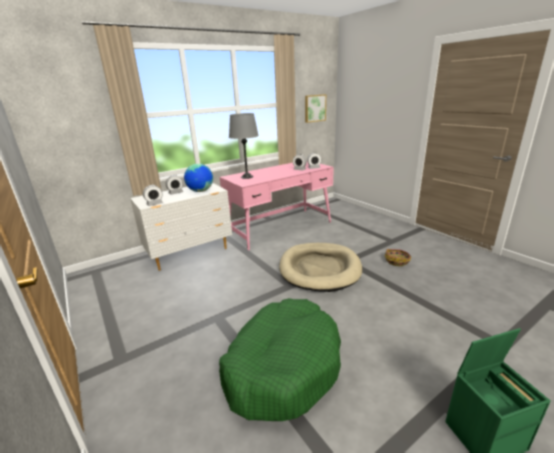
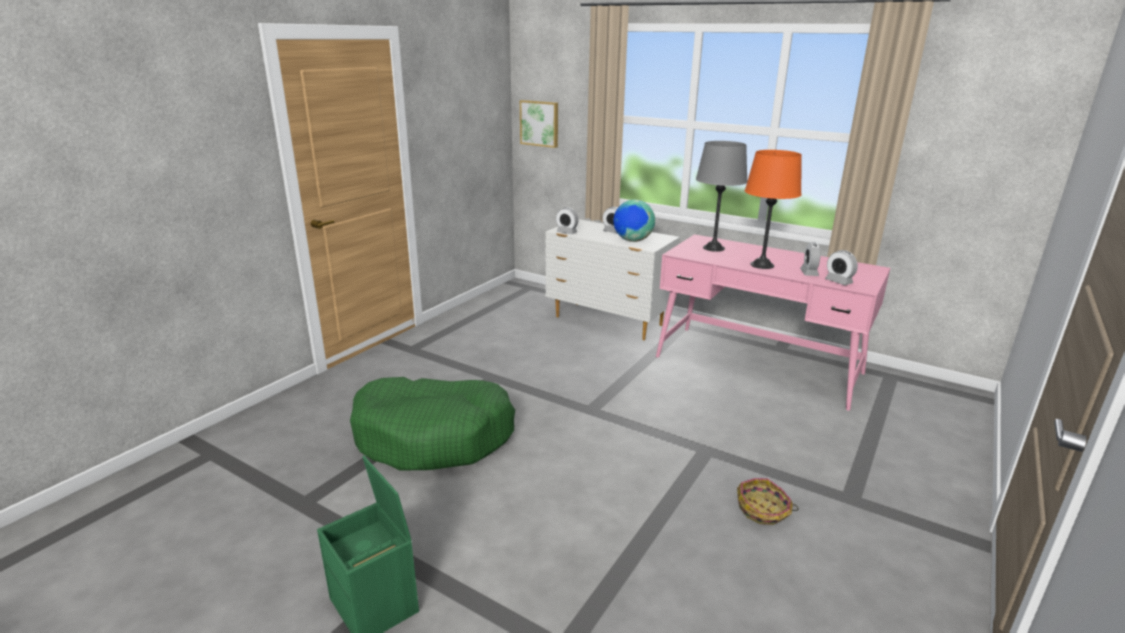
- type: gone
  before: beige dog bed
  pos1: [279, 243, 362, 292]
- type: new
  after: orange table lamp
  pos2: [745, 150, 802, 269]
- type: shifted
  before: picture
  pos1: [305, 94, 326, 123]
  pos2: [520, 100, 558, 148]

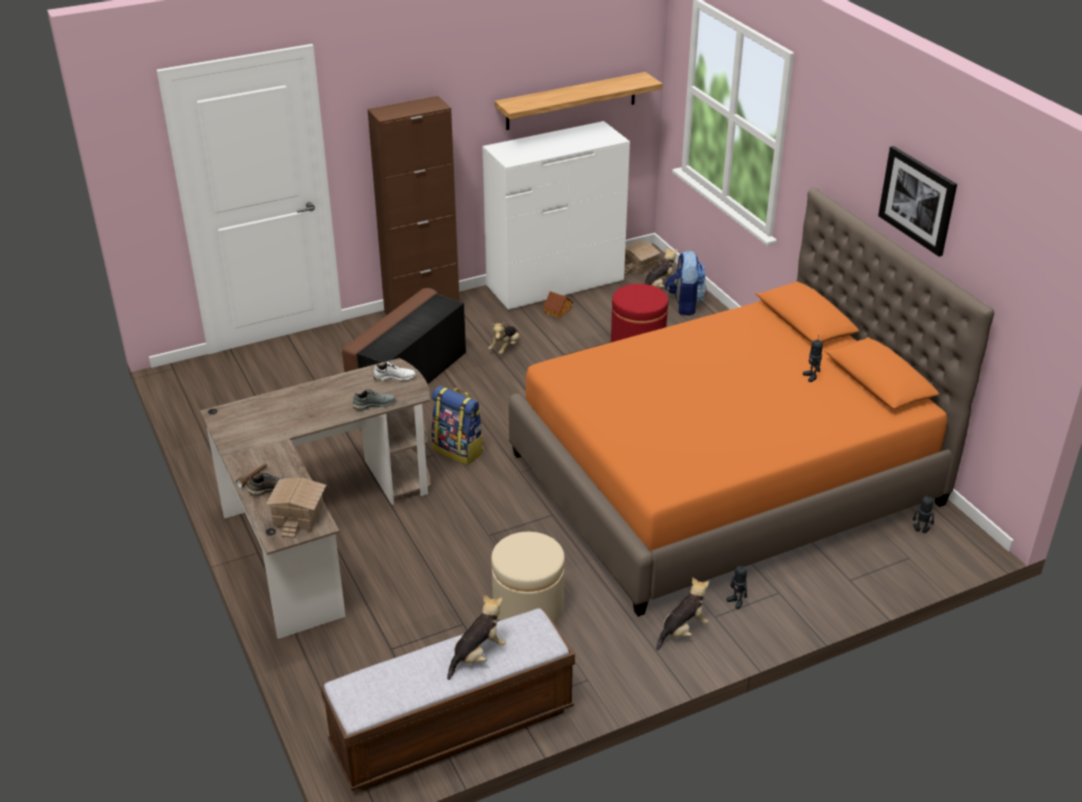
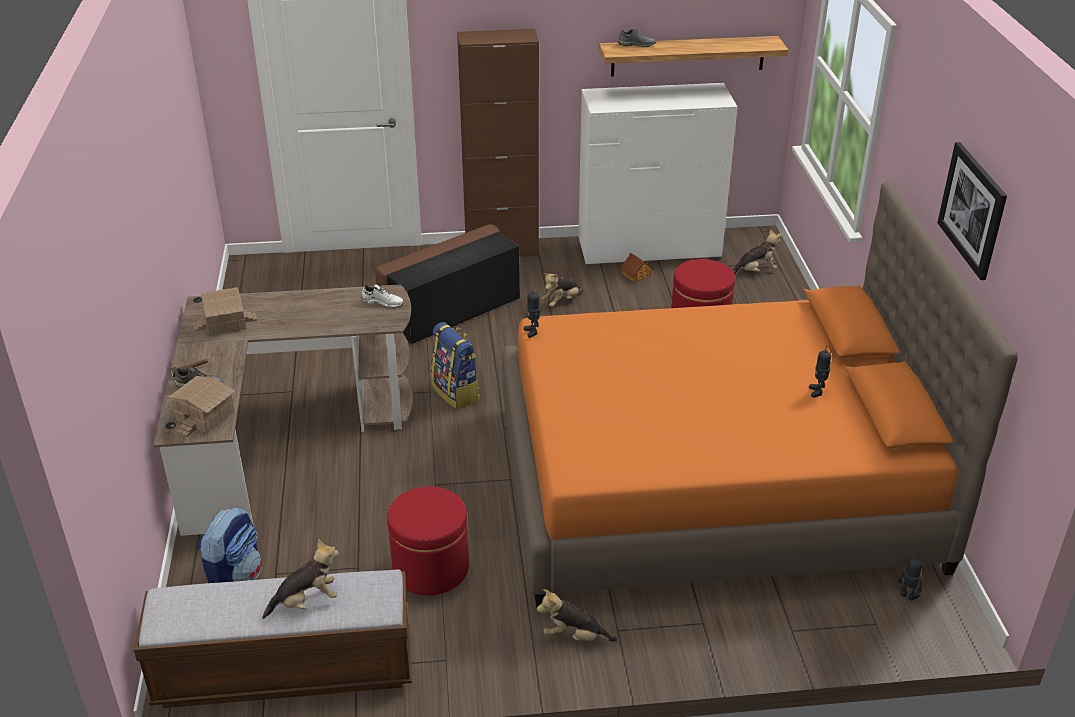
- type: shifted
  before: grey shoe
  pos1: [352, 389, 396, 410]
  pos2: [618, 28, 656, 47]
- type: shifted
  before: toy house
  pos1: [624, 241, 660, 275]
  pos2: [193, 287, 257, 335]
- type: shifted
  before: backpack
  pos1: [665, 251, 707, 316]
  pos2: [197, 507, 262, 583]
- type: shifted
  before: toy robot
  pos1: [726, 565, 747, 609]
  pos2: [524, 287, 540, 338]
- type: repainted
  before: beige ottoman
  after: red ottoman
  pos1: [491, 532, 565, 624]
  pos2: [387, 487, 469, 595]
- type: rotated
  before: plush toy
  pos1: [656, 577, 709, 650]
  pos2: [536, 589, 617, 642]
  turn: -150

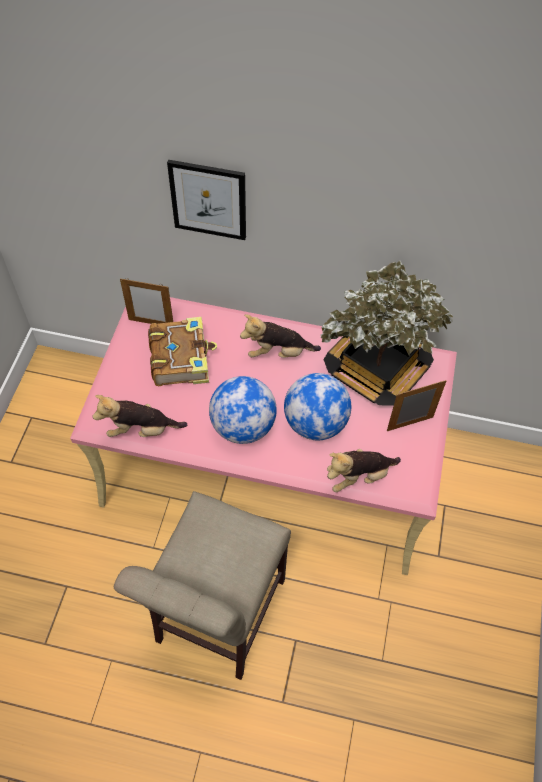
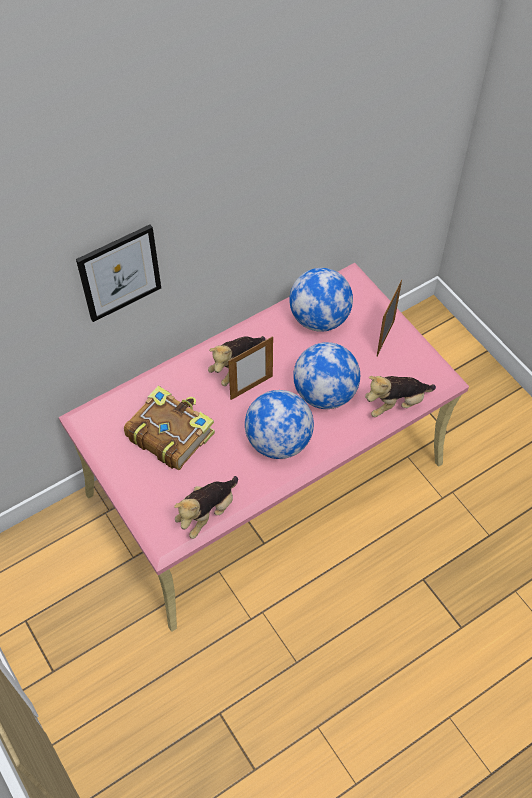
- type: gone
  before: beige chair
  pos1: [114, 491, 291, 680]
- type: shifted
  before: picture frame
  pos1: [120, 278, 173, 324]
  pos2: [228, 336, 273, 400]
- type: swapped
  before: potted plant
  after: globe
  pos1: [320, 261, 453, 406]
  pos2: [289, 268, 353, 332]
- type: rotated
  before: plush toy
  pos1: [327, 449, 401, 492]
  pos2: [365, 376, 436, 417]
  turn: 45

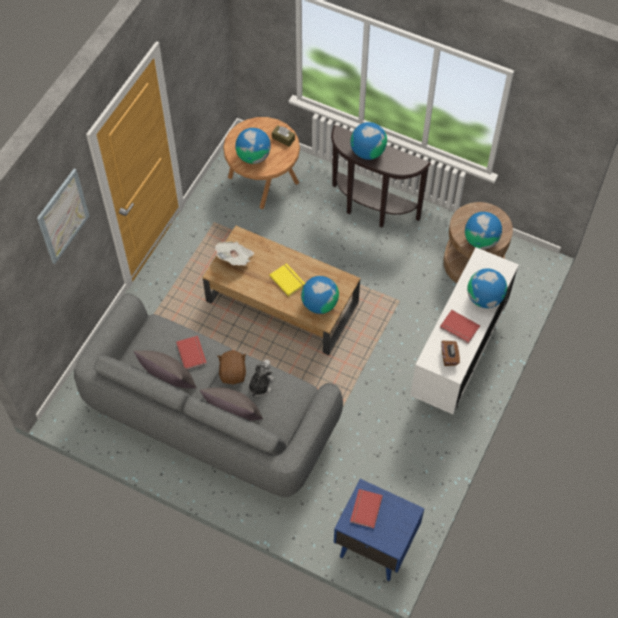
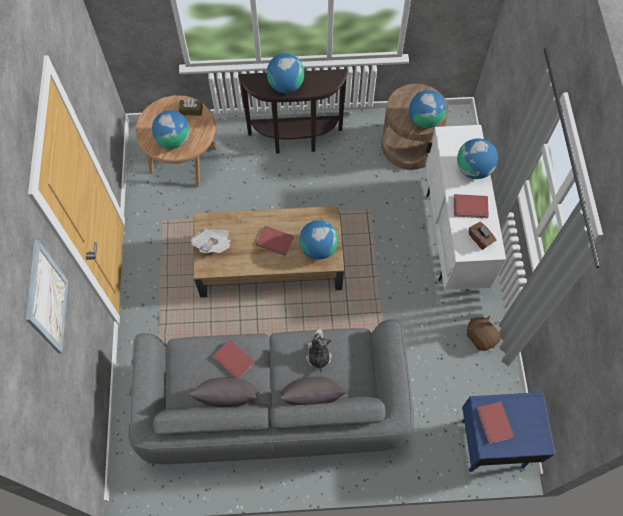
- type: shifted
  before: brown plush toy
  pos1: [217, 350, 246, 385]
  pos2: [466, 316, 501, 351]
- type: repainted
  before: yellow book
  after: red book
  pos1: [269, 263, 305, 297]
  pos2: [256, 226, 294, 256]

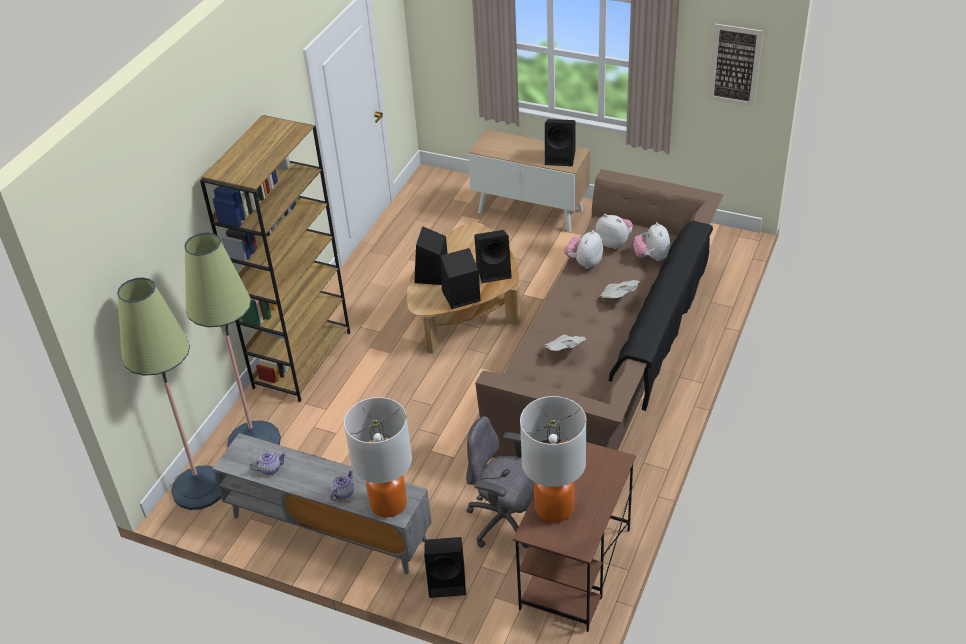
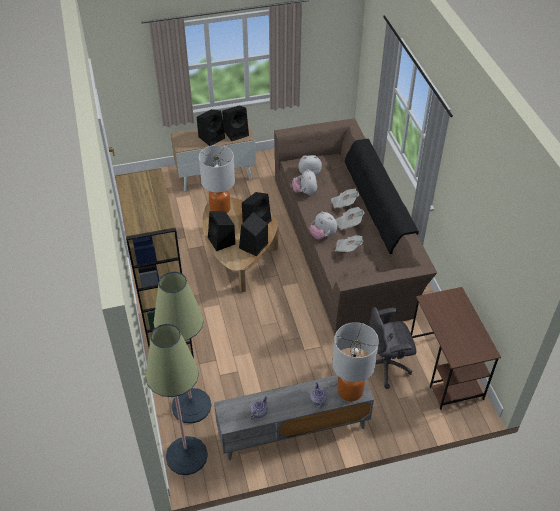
- type: gone
  before: picture
  pos1: [708, 24, 763, 107]
- type: new
  after: newspaper
  pos2: [335, 207, 365, 230]
- type: shifted
  before: black speaker
  pos1: [424, 537, 466, 598]
  pos2: [197, 109, 225, 146]
- type: shifted
  before: table lamp
  pos1: [520, 396, 587, 523]
  pos2: [199, 145, 235, 213]
- type: shifted
  before: plush toy
  pos1: [633, 222, 671, 261]
  pos2: [309, 212, 337, 239]

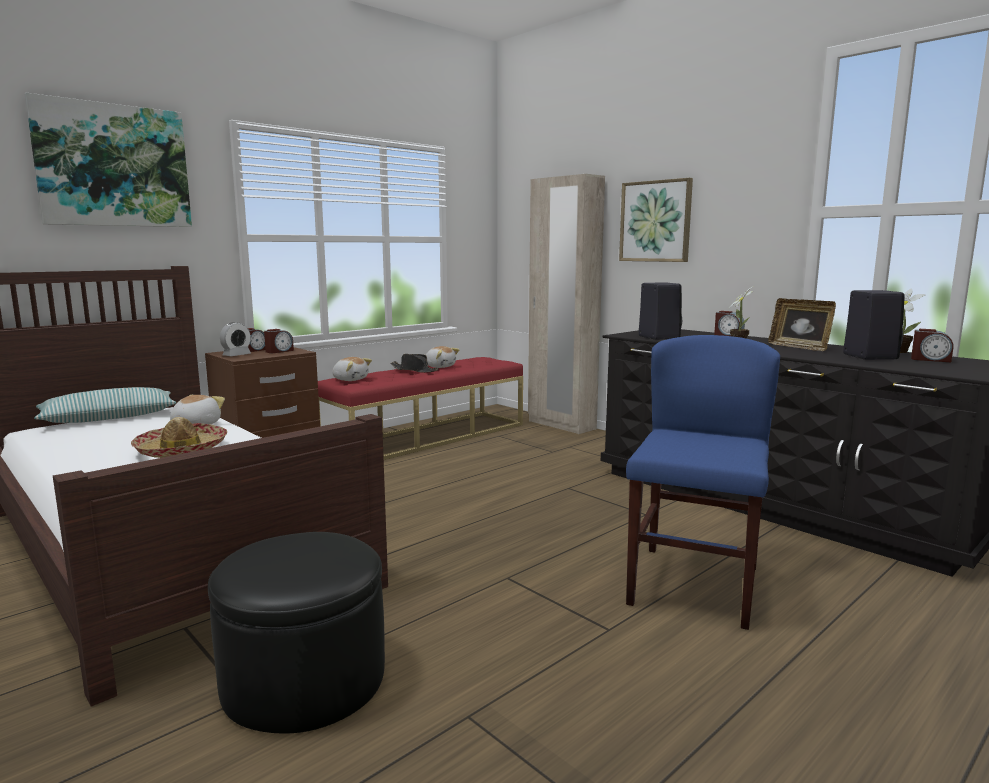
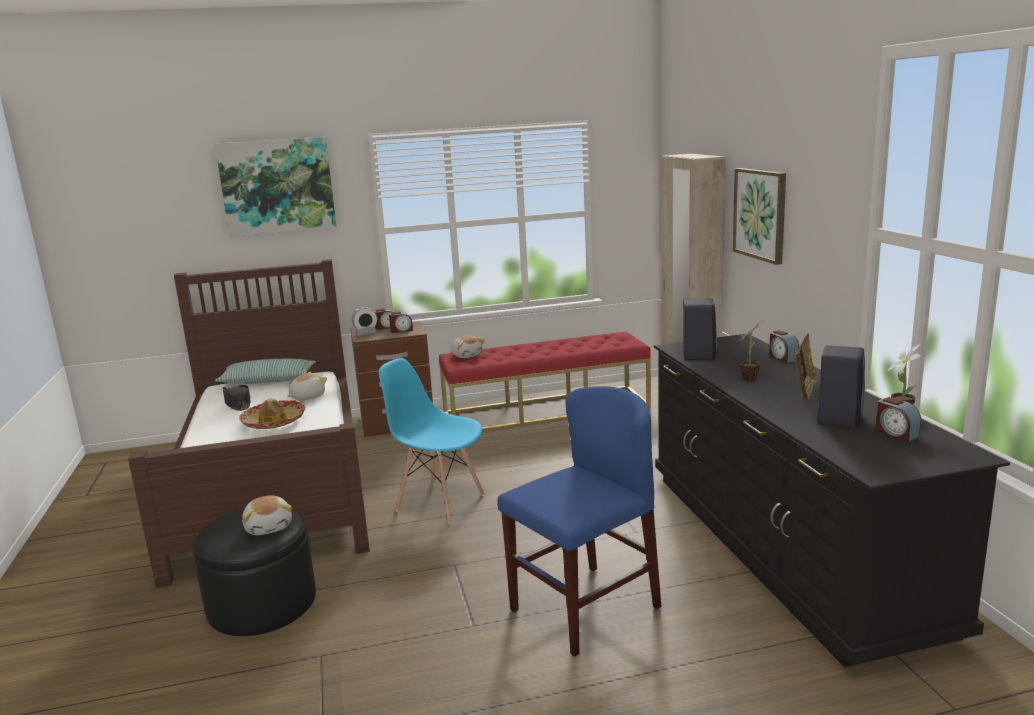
- type: new
  after: blue chair
  pos2: [379, 358, 485, 524]
- type: shifted
  before: black hat
  pos1: [390, 354, 439, 373]
  pos2: [222, 385, 251, 411]
- type: shifted
  before: plush toy
  pos1: [426, 346, 459, 368]
  pos2: [242, 495, 292, 535]
- type: rotated
  before: picture frame
  pos1: [768, 298, 836, 351]
  pos2: [795, 333, 818, 401]
  turn: -150

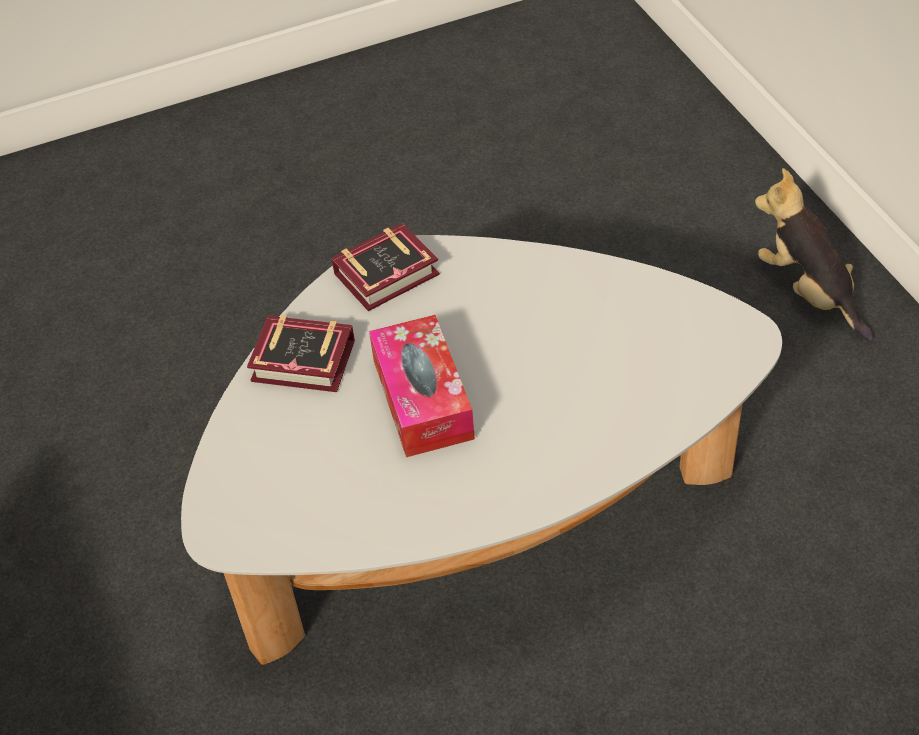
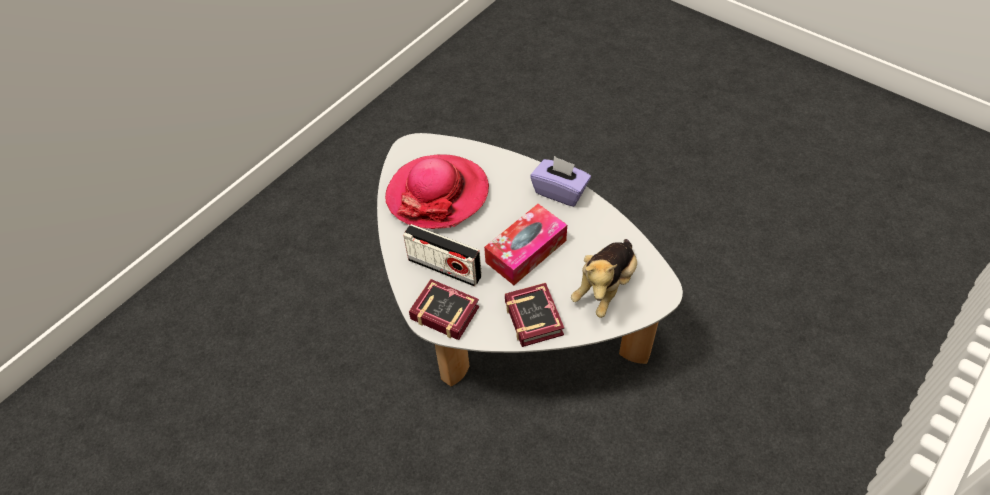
- type: new
  after: hat
  pos2: [385, 155, 489, 229]
- type: new
  after: radio
  pos2: [403, 224, 482, 287]
- type: new
  after: purple tissue box
  pos2: [530, 156, 591, 207]
- type: shifted
  before: plush toy
  pos1: [755, 168, 874, 340]
  pos2: [571, 239, 637, 318]

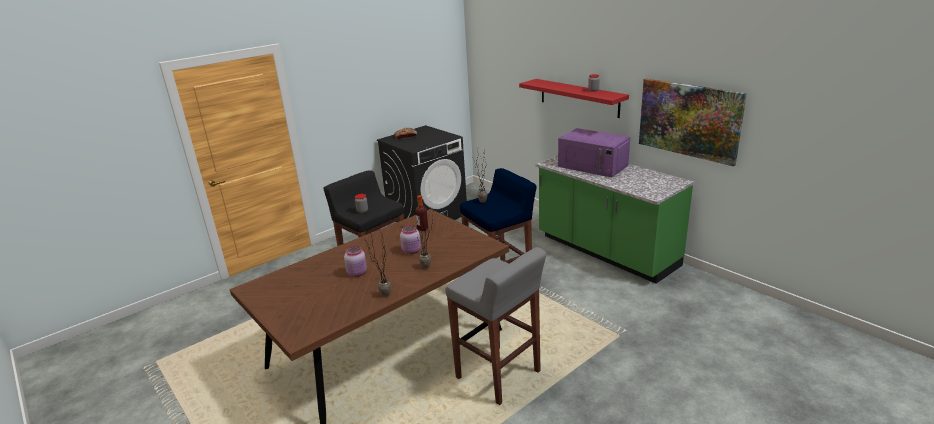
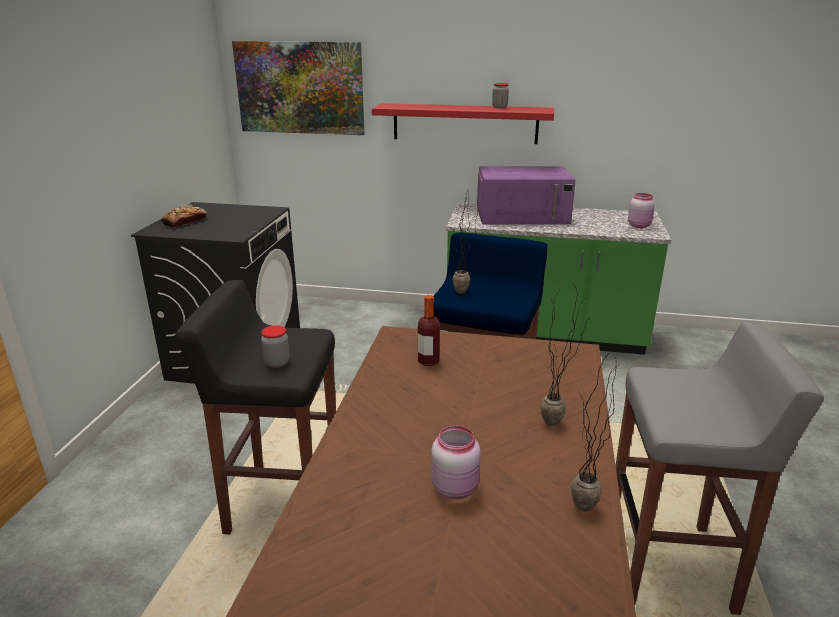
- type: shifted
  before: pink jar
  pos1: [400, 225, 421, 254]
  pos2: [628, 193, 655, 228]
- type: shifted
  before: picture
  pos1: [639, 79, 747, 166]
  pos2: [232, 41, 364, 135]

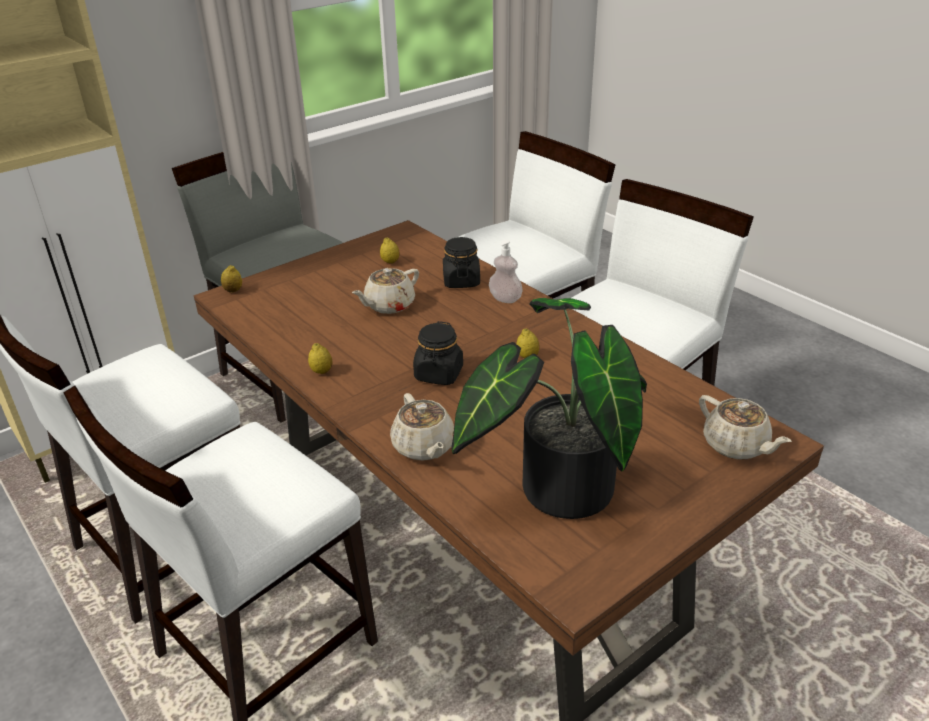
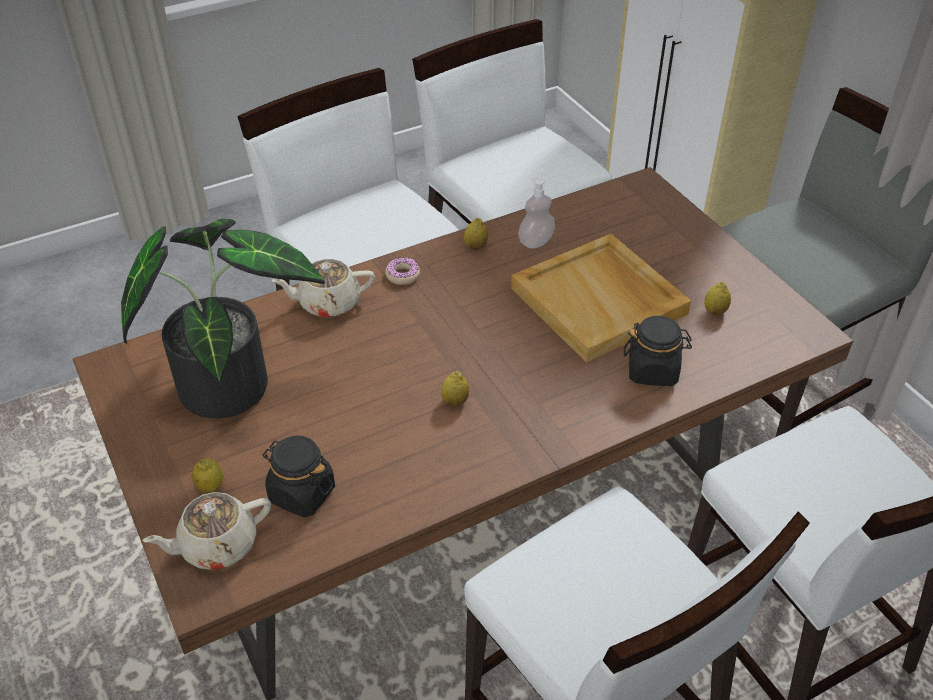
- type: new
  after: donut
  pos2: [385, 258, 420, 285]
- type: shifted
  before: lemon
  pos1: [221, 265, 242, 293]
  pos2: [192, 458, 223, 492]
- type: shifted
  before: black jar
  pos1: [413, 321, 463, 385]
  pos2: [263, 436, 335, 517]
- type: shifted
  before: soap dispenser
  pos1: [489, 239, 523, 303]
  pos2: [518, 178, 555, 248]
- type: swapped
  before: beige teapot
  after: beige tray
  pos1: [352, 268, 419, 314]
  pos2: [511, 234, 691, 363]

